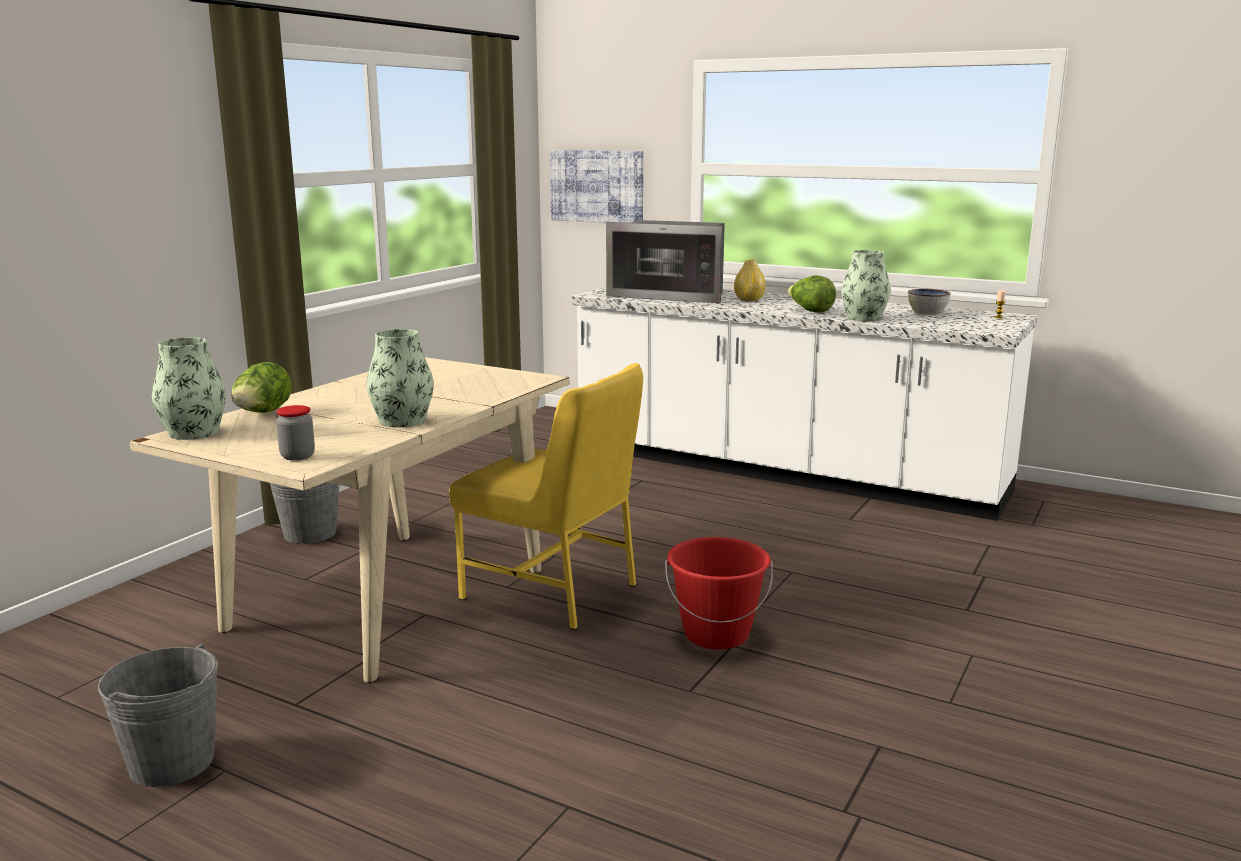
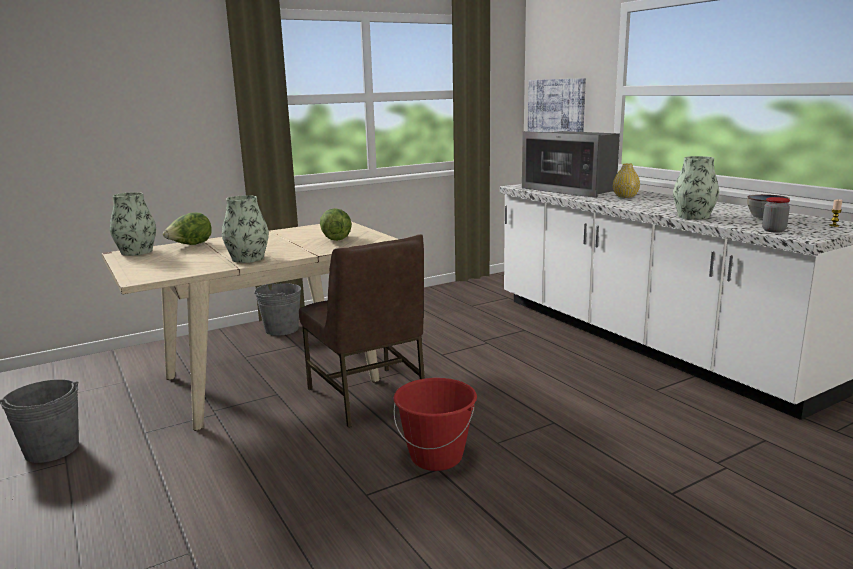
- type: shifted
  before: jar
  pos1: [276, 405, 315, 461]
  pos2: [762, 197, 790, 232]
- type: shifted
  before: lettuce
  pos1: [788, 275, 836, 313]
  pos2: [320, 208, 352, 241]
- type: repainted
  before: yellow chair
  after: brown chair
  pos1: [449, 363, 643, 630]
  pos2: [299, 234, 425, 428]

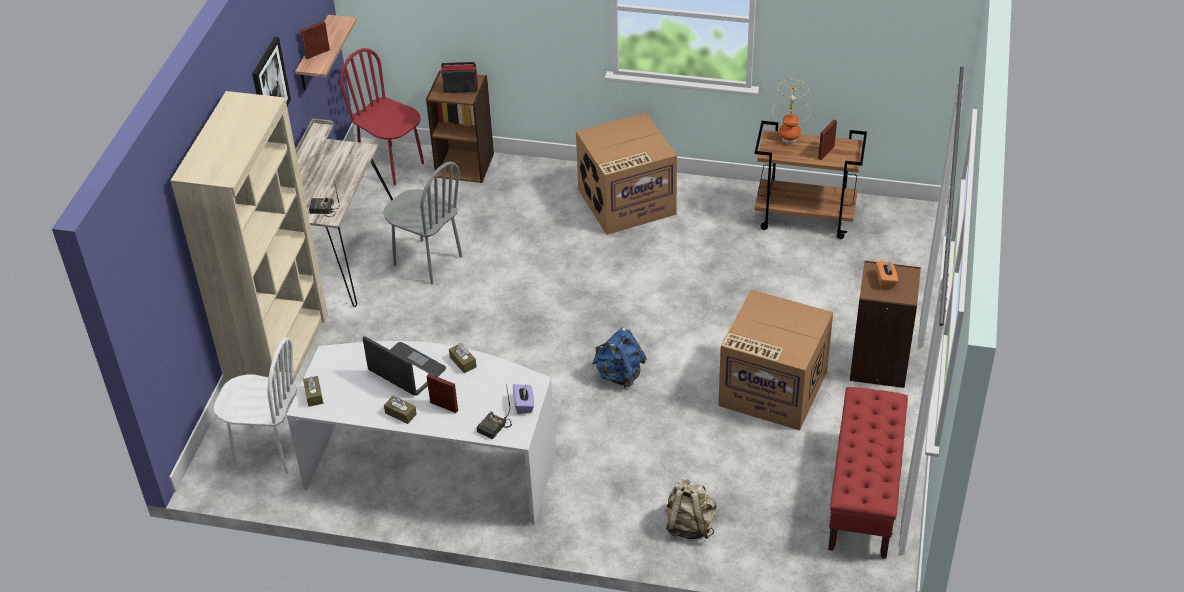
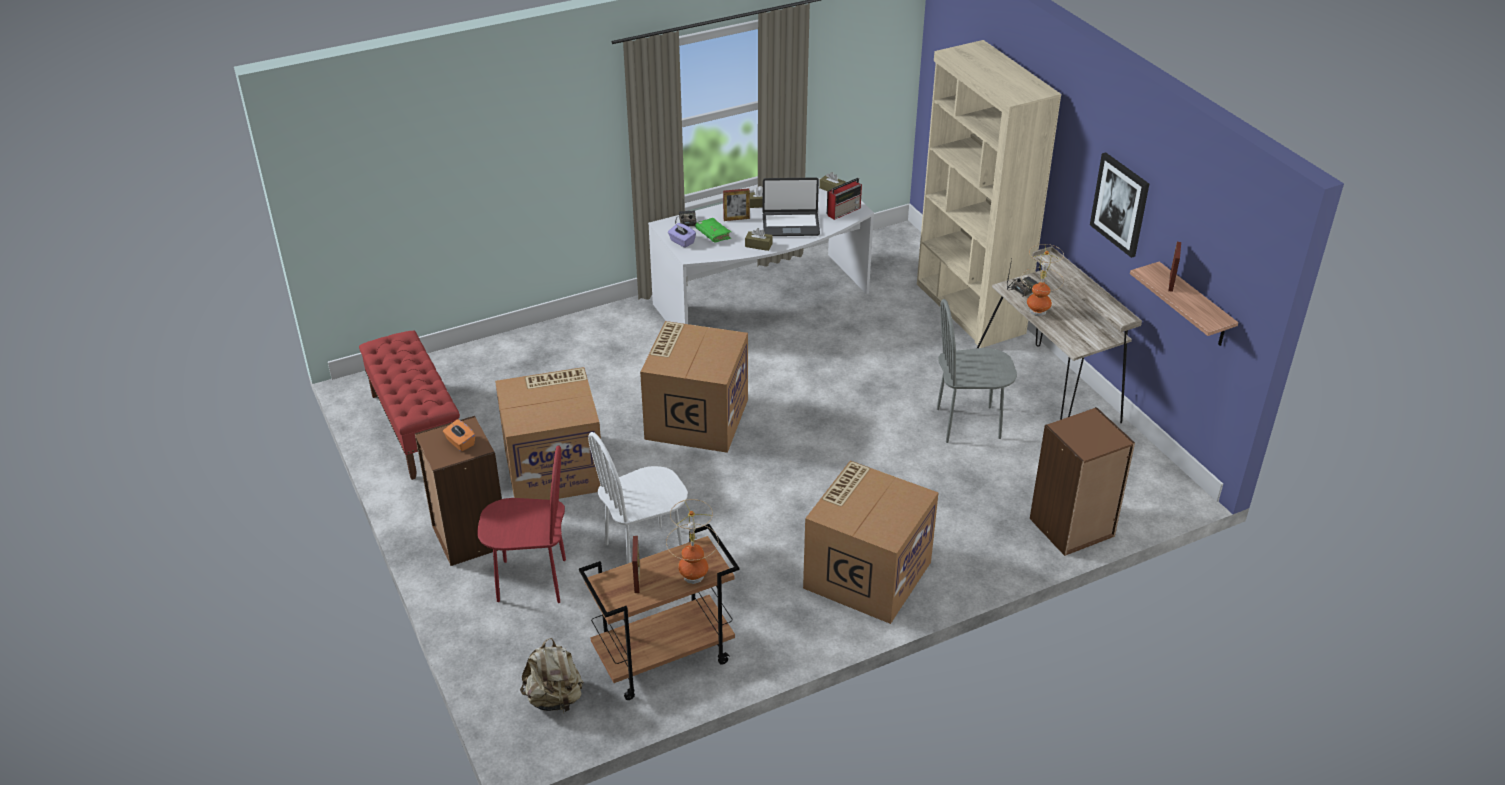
- type: new
  after: green book
  pos2: [695, 218, 731, 243]
- type: new
  after: table lamp
  pos2: [1021, 244, 1064, 316]
- type: shifted
  before: white chair
  pos1: [214, 337, 297, 474]
  pos2: [588, 432, 688, 564]
- type: shifted
  before: red chair
  pos1: [340, 48, 424, 186]
  pos2: [477, 445, 566, 603]
- type: shifted
  before: radio
  pos1: [440, 62, 478, 93]
  pos2: [827, 178, 862, 220]
- type: shifted
  before: beige backpack
  pos1: [665, 479, 716, 539]
  pos2: [520, 638, 584, 713]
- type: swapped
  before: blue backpack
  after: cardboard box
  pos1: [592, 328, 647, 388]
  pos2: [640, 321, 748, 453]

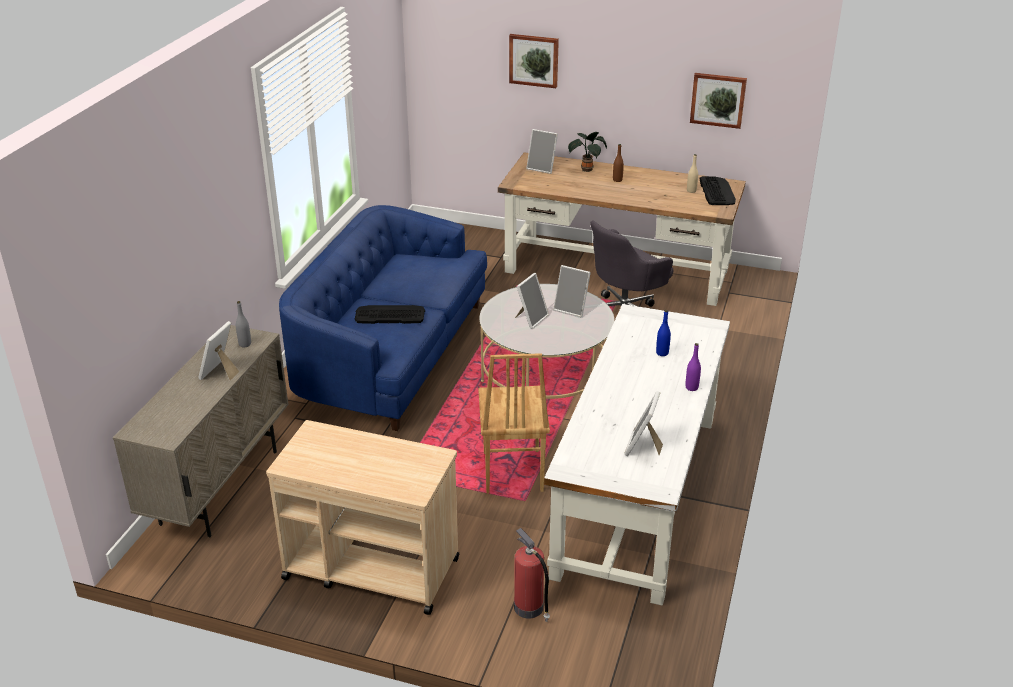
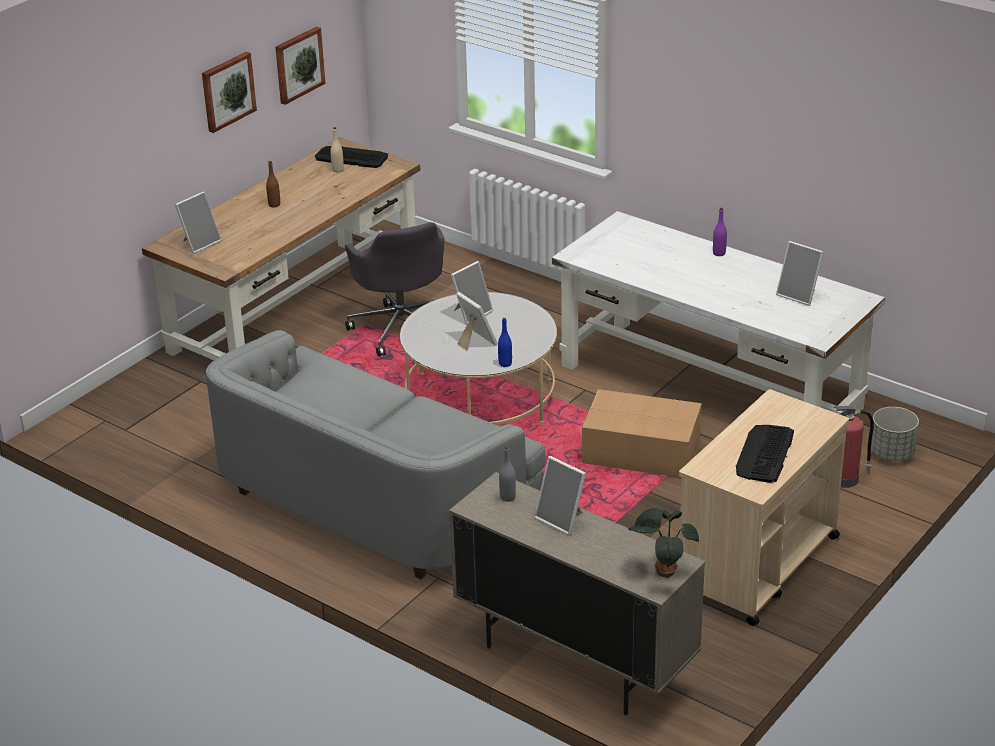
- type: new
  after: grey planter
  pos2: [871, 407, 919, 461]
- type: shifted
  before: keyboard
  pos1: [355, 305, 425, 324]
  pos2: [736, 425, 794, 483]
- type: shifted
  before: picture
  pos1: [509, 34, 559, 88]
  pos2: [202, 52, 257, 133]
- type: shifted
  before: potted plant
  pos1: [568, 132, 607, 172]
  pos2: [629, 508, 699, 579]
- type: shifted
  before: blue bottle
  pos1: [656, 310, 671, 356]
  pos2: [498, 318, 512, 367]
- type: swapped
  before: brown chair
  after: cardboard box
  pos1: [478, 353, 550, 494]
  pos2: [582, 389, 702, 479]
- type: repainted
  before: blue sofa
  after: grey sofa
  pos1: [279, 205, 487, 431]
  pos2: [206, 330, 546, 579]

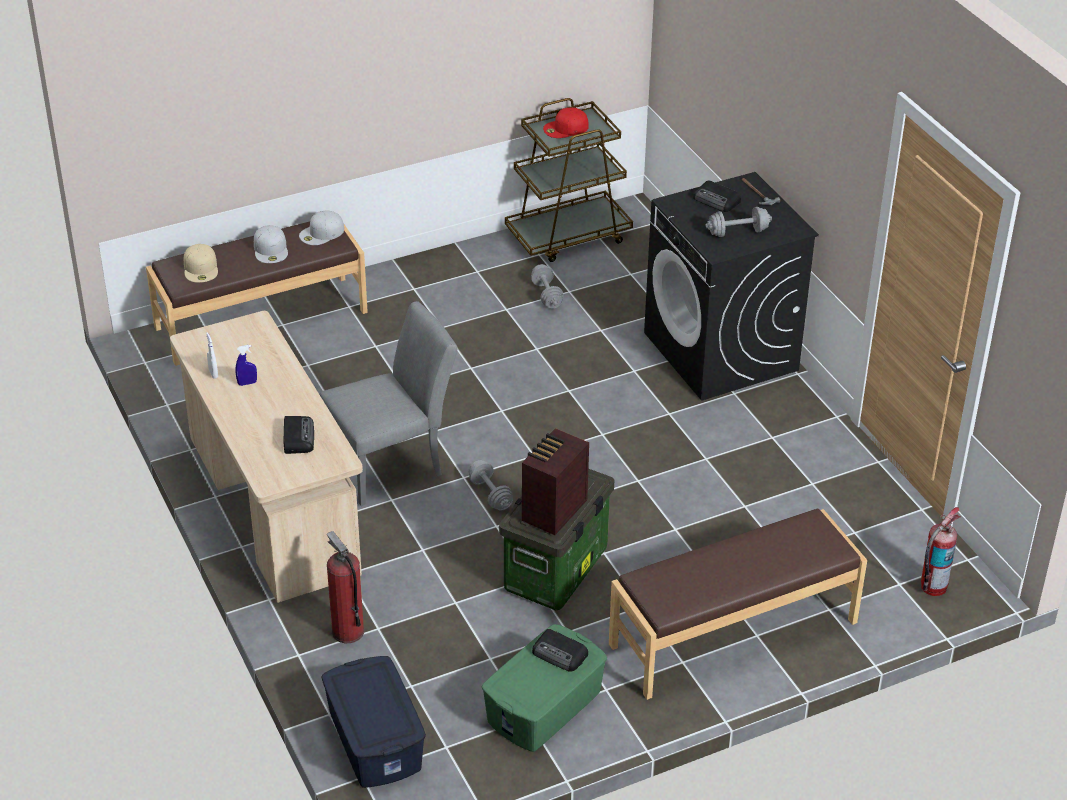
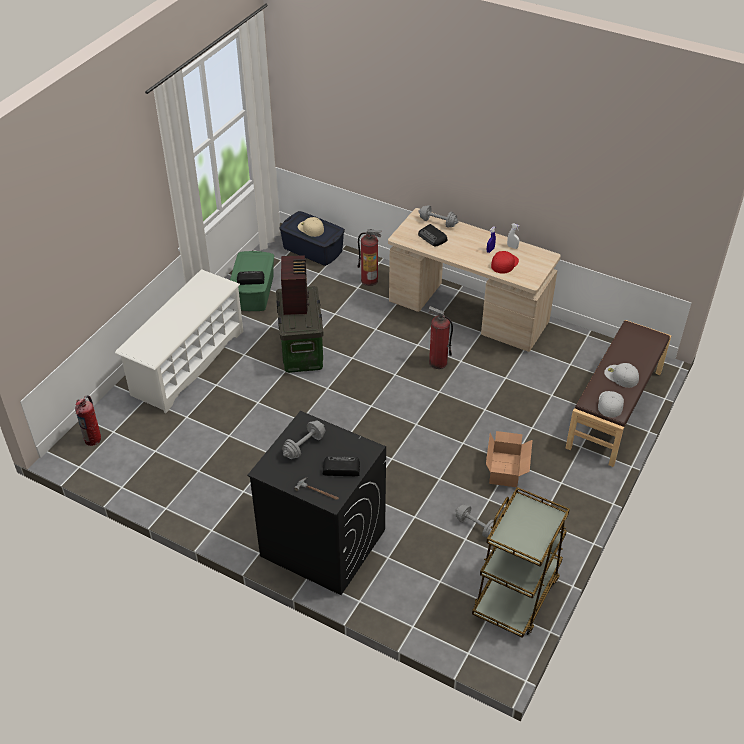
- type: new
  after: cardboard box
  pos2: [486, 431, 532, 487]
- type: shifted
  before: beige cap
  pos1: [184, 244, 218, 283]
  pos2: [298, 217, 324, 237]
- type: shifted
  before: grey dumbbell
  pos1: [469, 460, 513, 510]
  pos2: [419, 205, 459, 228]
- type: shifted
  before: red cap
  pos1: [543, 107, 589, 138]
  pos2: [491, 251, 519, 274]
- type: swapped
  before: grey chair
  after: fire extinguisher
  pos1: [319, 301, 457, 506]
  pos2: [429, 306, 453, 369]
- type: swapped
  before: brown bench
  after: white shoe rack
  pos1: [609, 509, 867, 700]
  pos2: [115, 269, 243, 413]

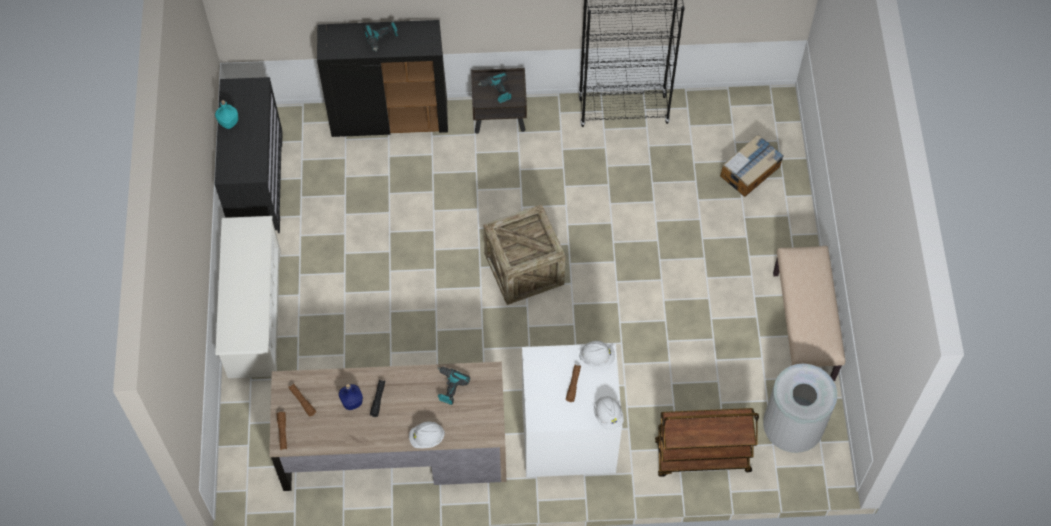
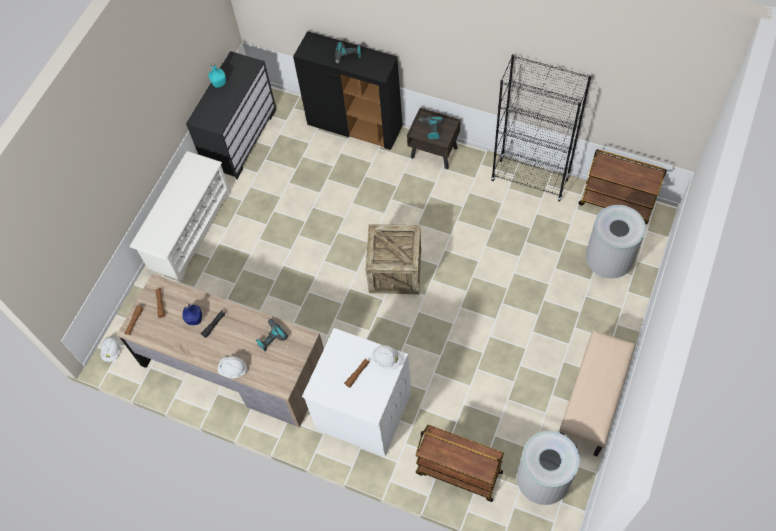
- type: new
  after: brown cart
  pos2: [578, 149, 667, 225]
- type: shifted
  before: white hard hat
  pos1: [594, 396, 624, 430]
  pos2: [101, 337, 121, 362]
- type: swapped
  before: cardboard box
  after: grey trash can
  pos1: [720, 135, 784, 197]
  pos2: [586, 205, 646, 278]

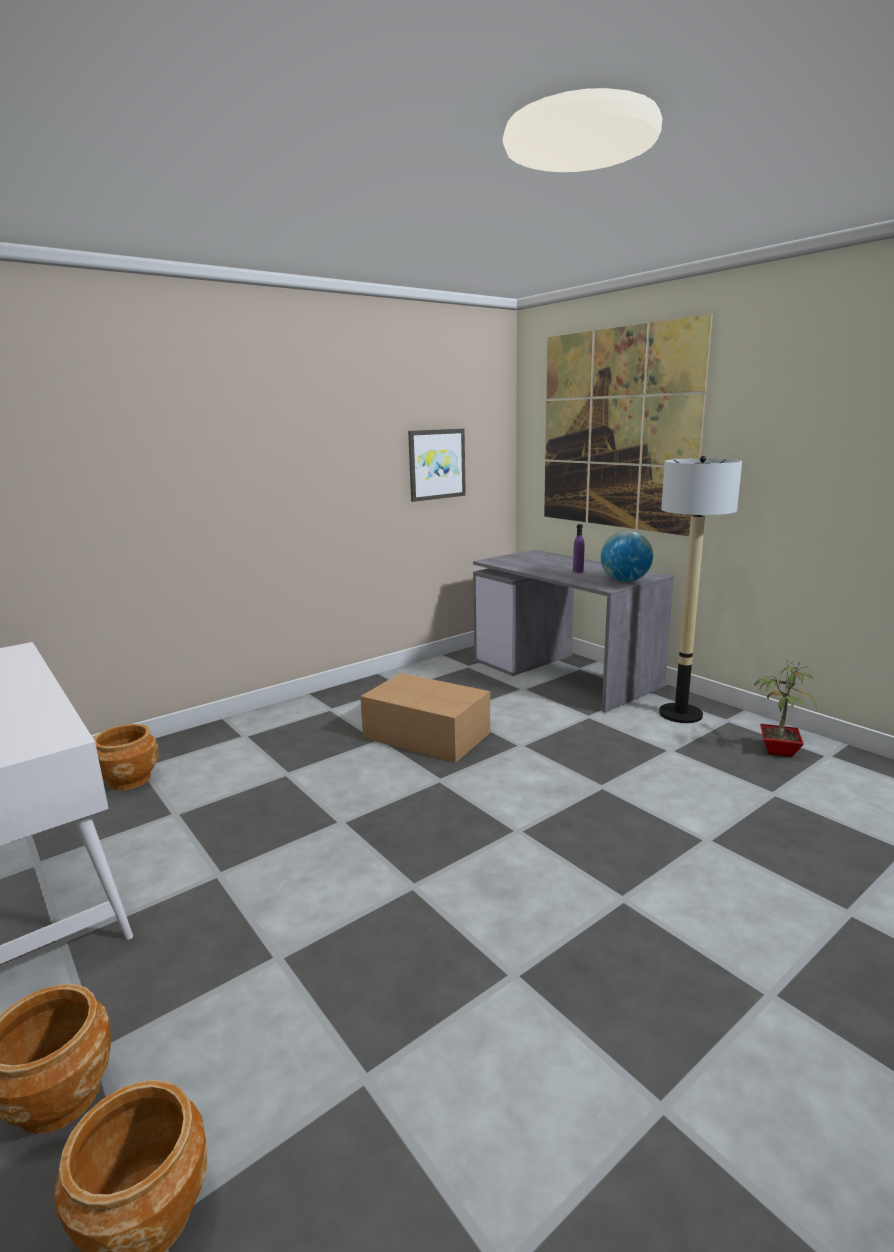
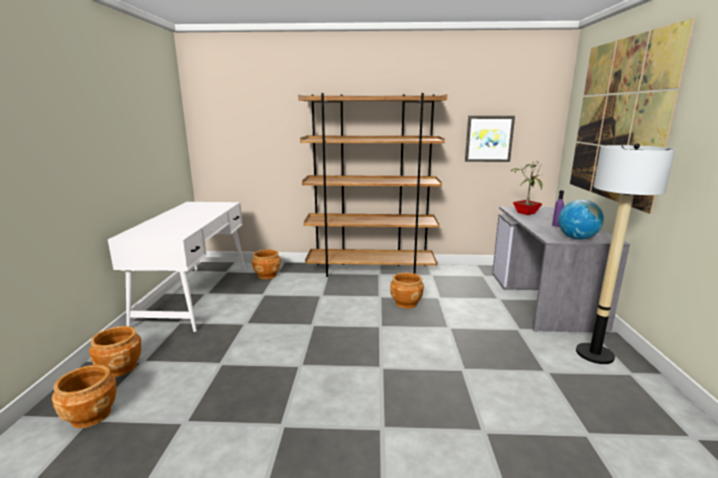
- type: new
  after: brown bookcase
  pos2: [298, 93, 447, 277]
- type: shifted
  before: potted plant
  pos1: [754, 660, 817, 757]
  pos2: [512, 161, 543, 215]
- type: swapped
  before: cardboard box
  after: brown planter
  pos1: [360, 673, 490, 763]
  pos2: [390, 273, 424, 309]

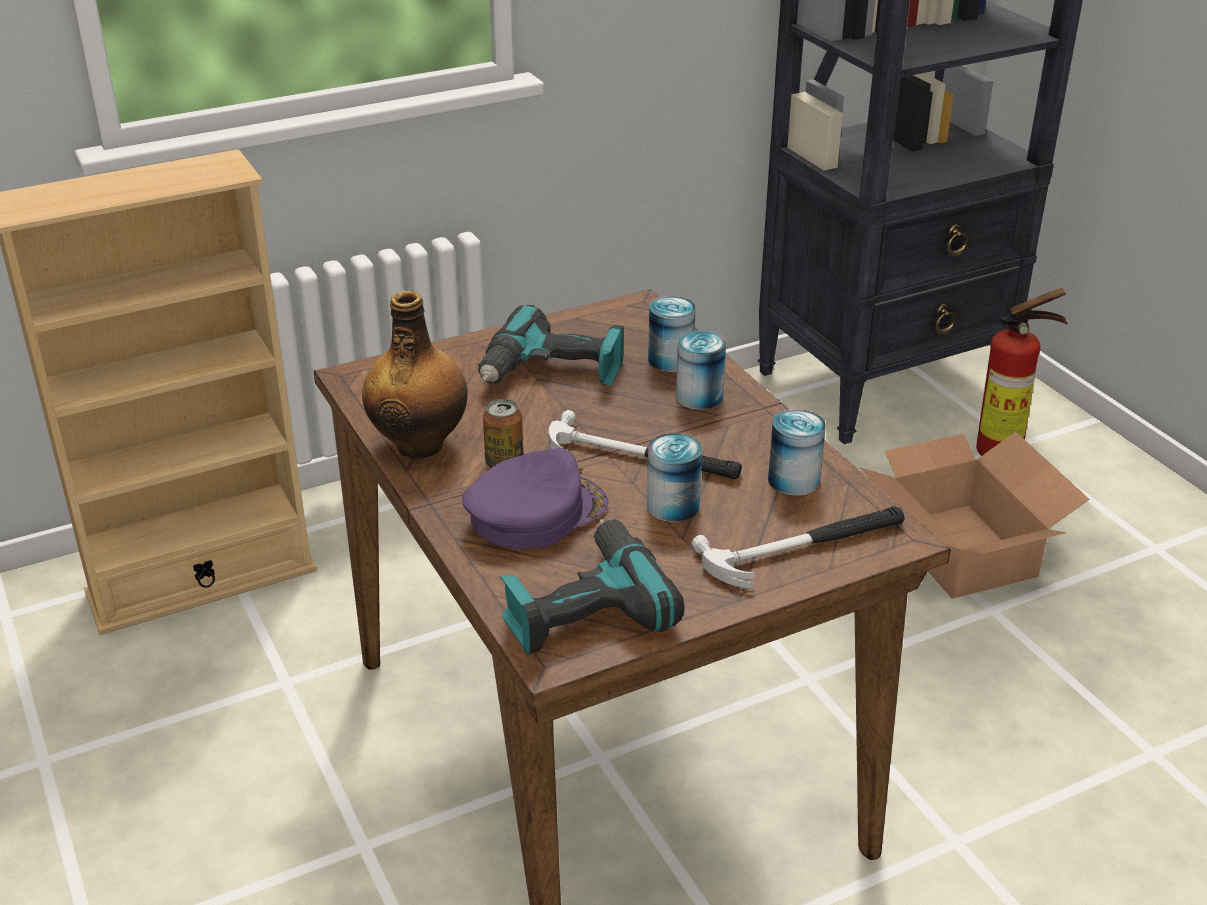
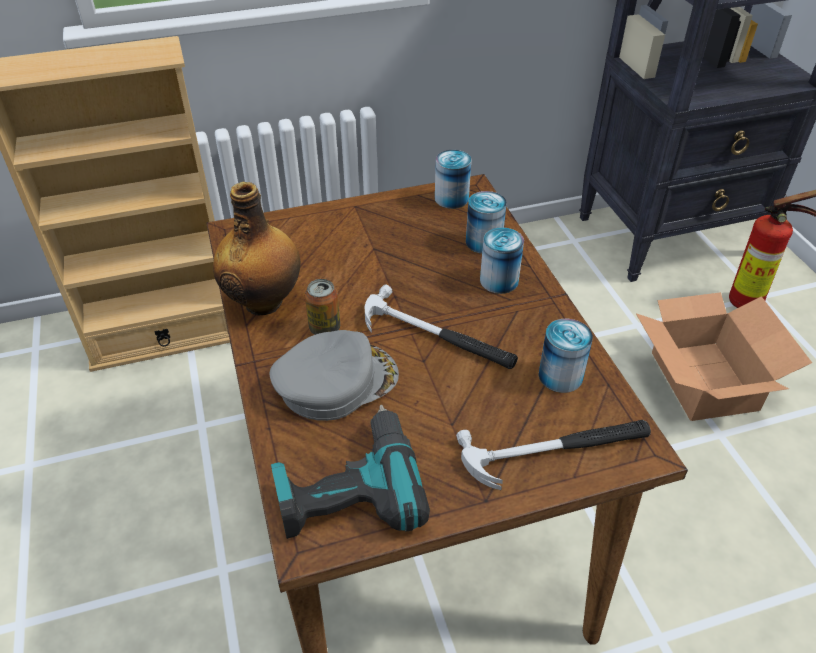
- type: gone
  before: power drill
  pos1: [478, 305, 624, 386]
- type: shifted
  before: can
  pos1: [647, 433, 702, 522]
  pos2: [435, 150, 471, 209]
- type: repainted
  before: purple cap
  after: grey cap
  pos1: [462, 448, 609, 549]
  pos2: [270, 330, 399, 421]

